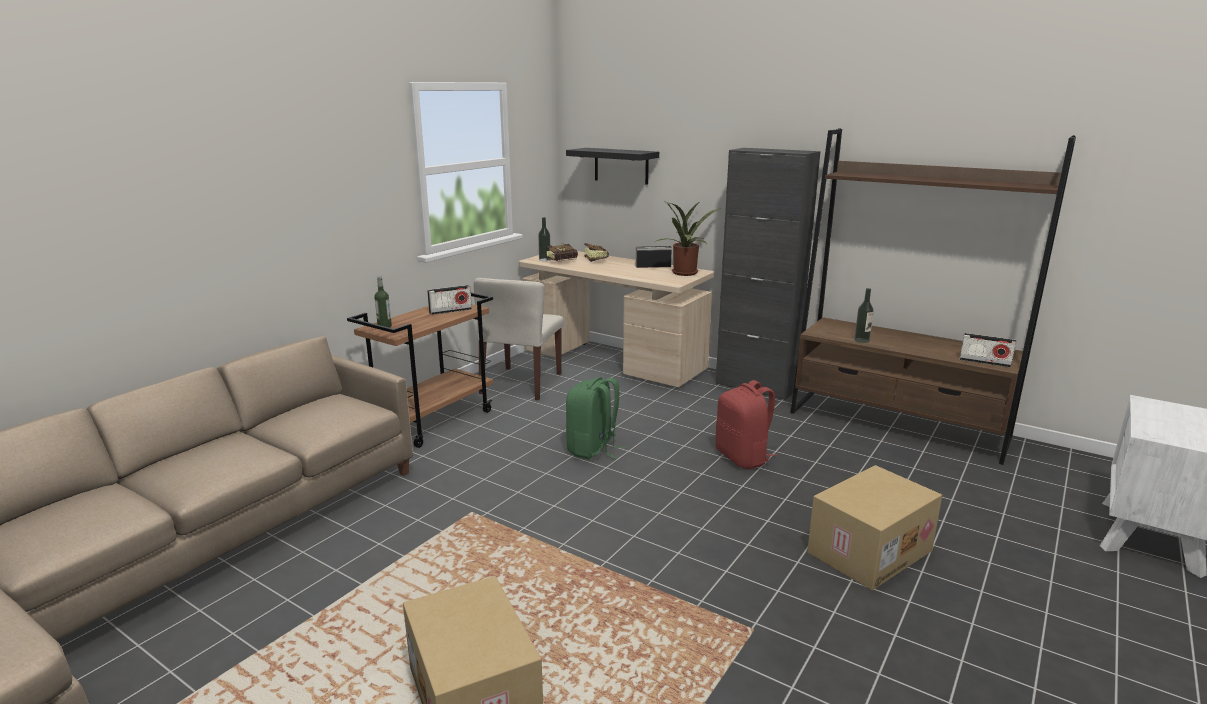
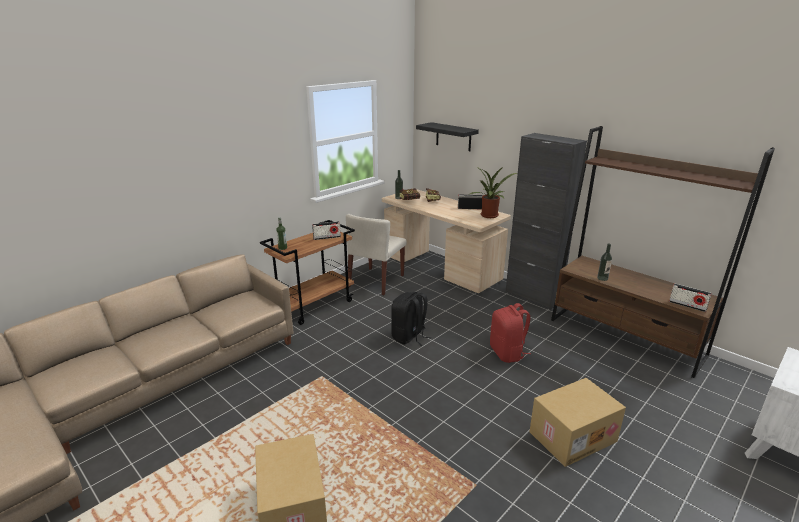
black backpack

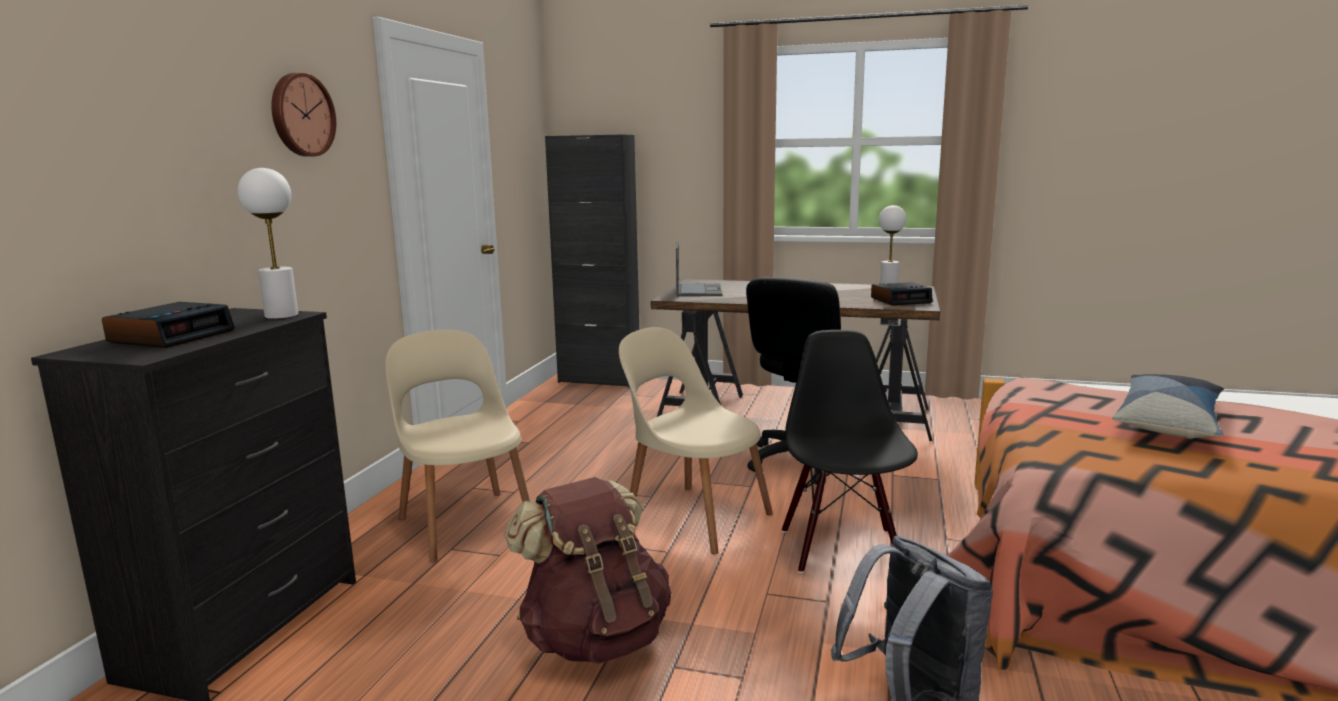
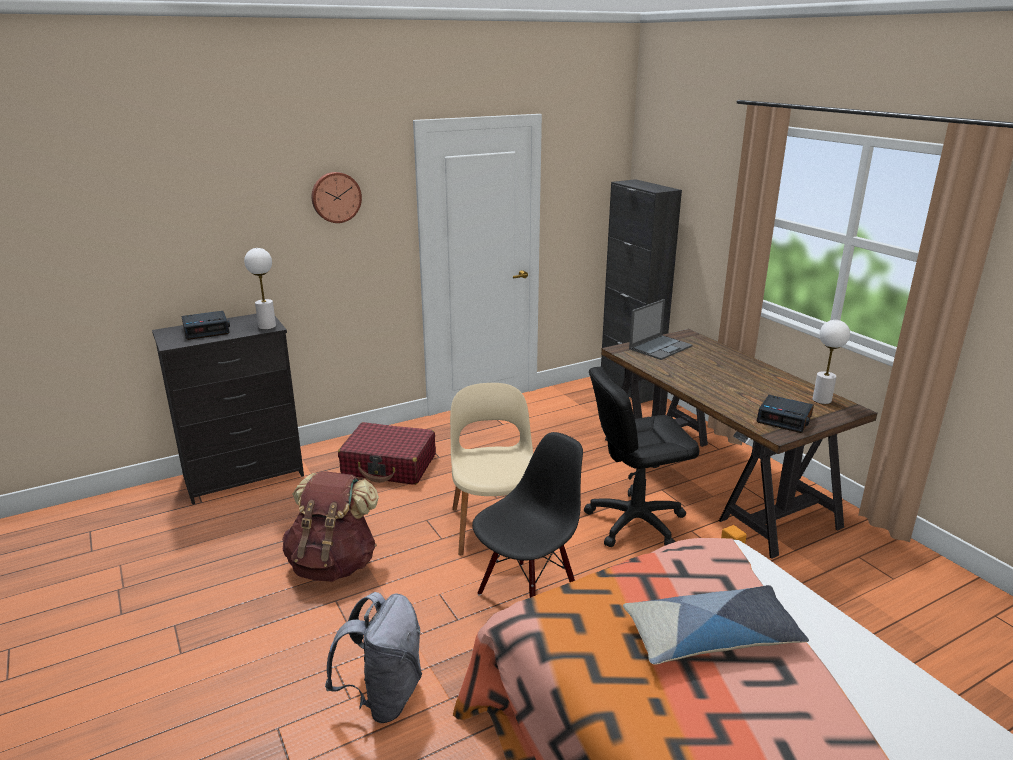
red-coloured travel case

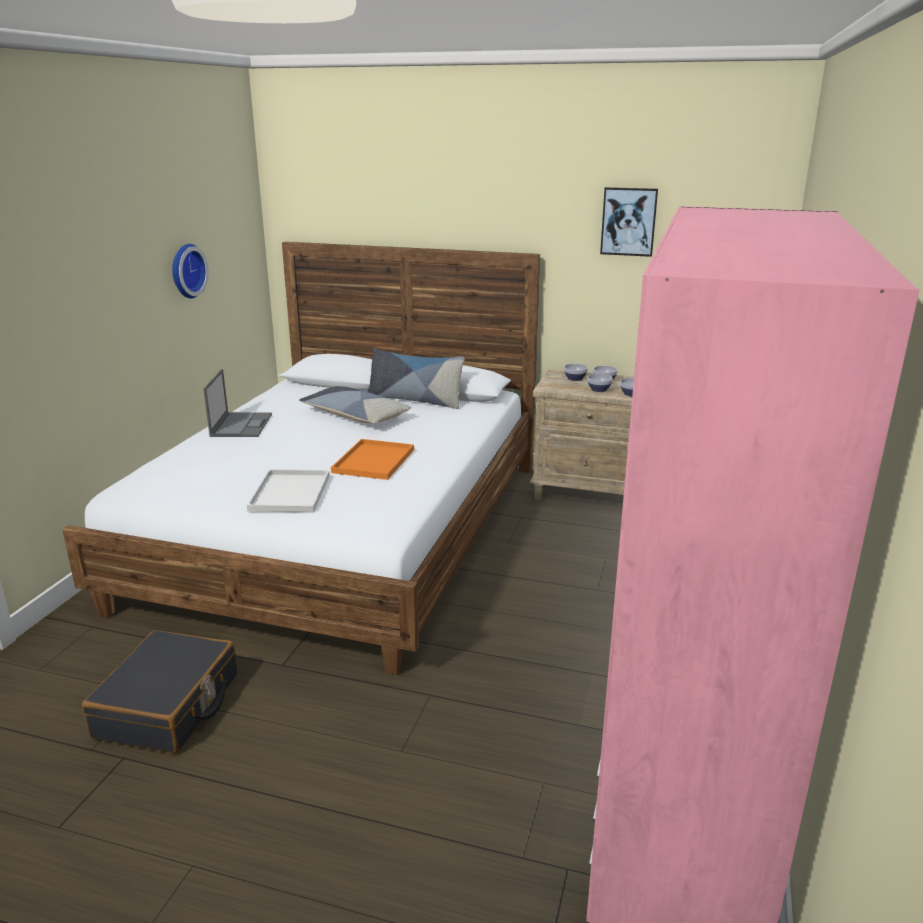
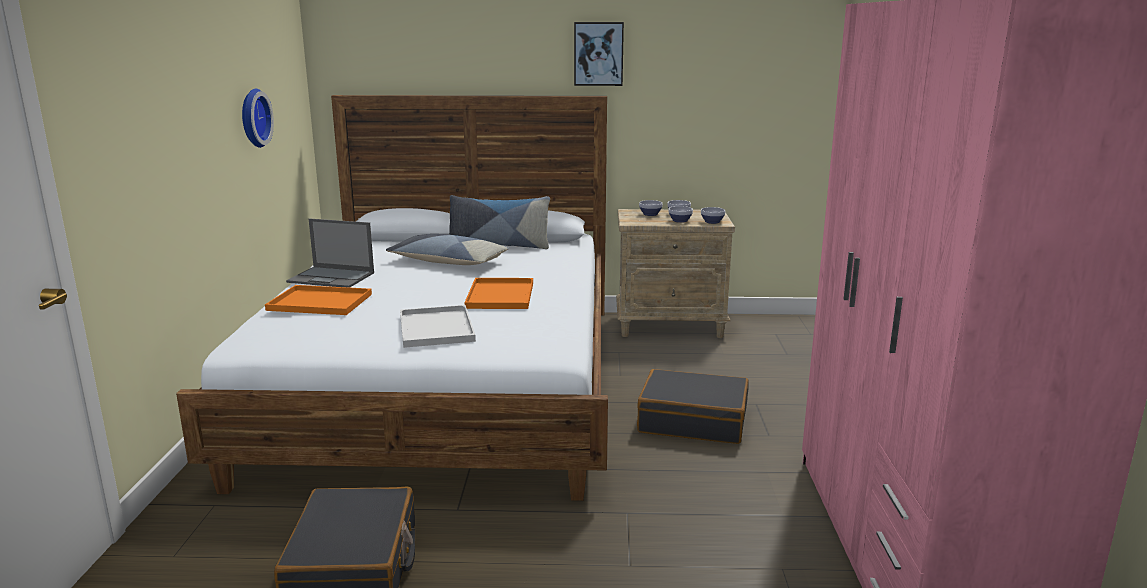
orangey tray (no. 1 from left); laptop; wall art; black travel case (no. 2 from left)

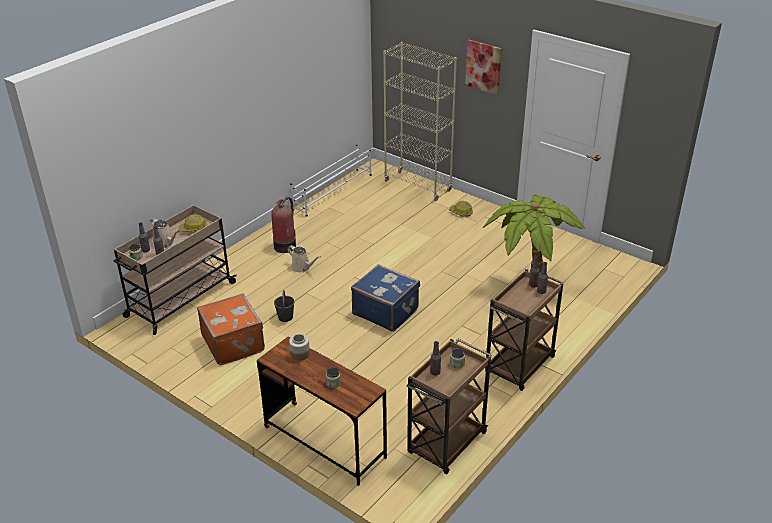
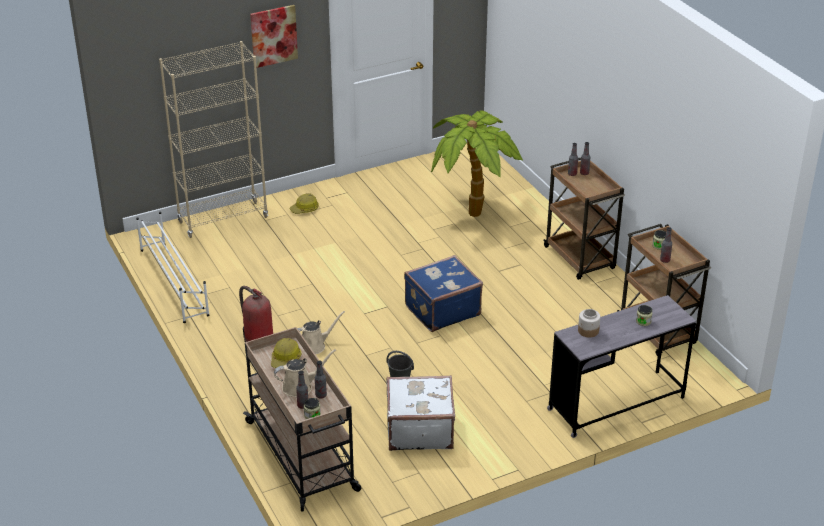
whitish travel case; greyish desk unit

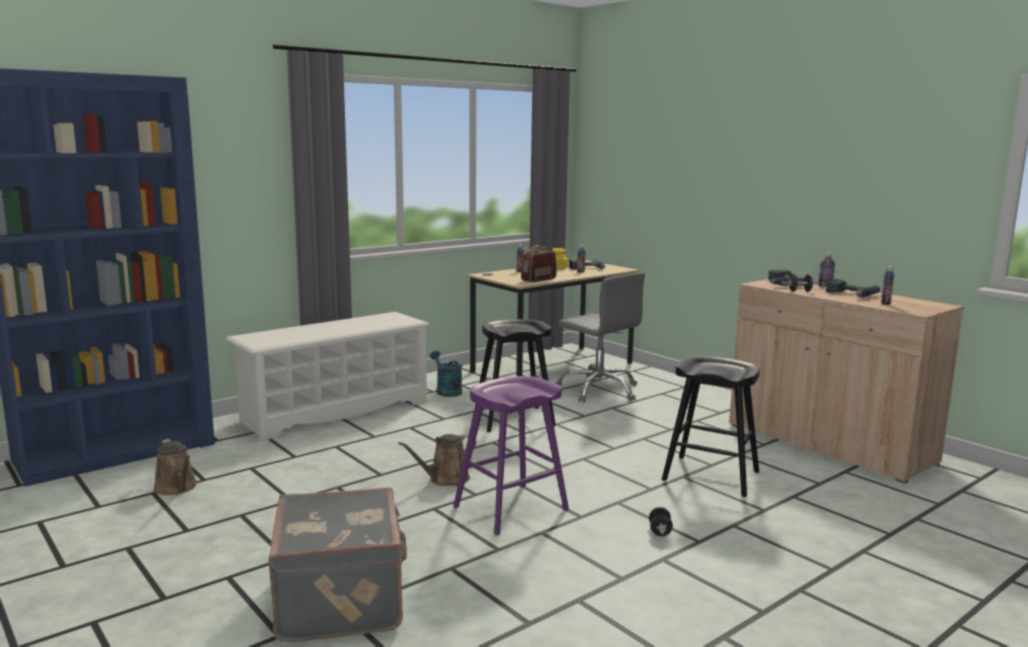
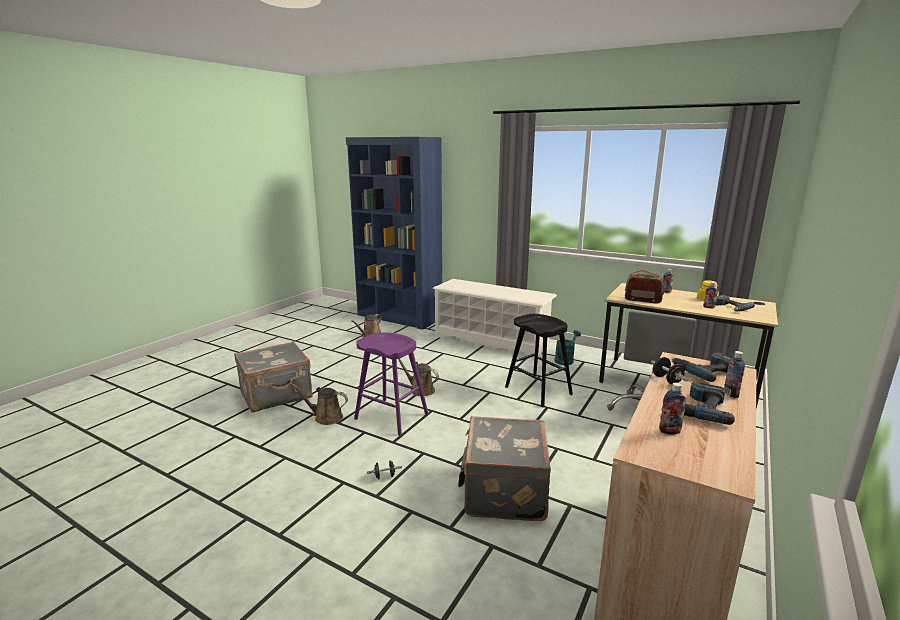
brownish sprinkling can (no. 1 from left); greyish travel case (no. 2 from left)

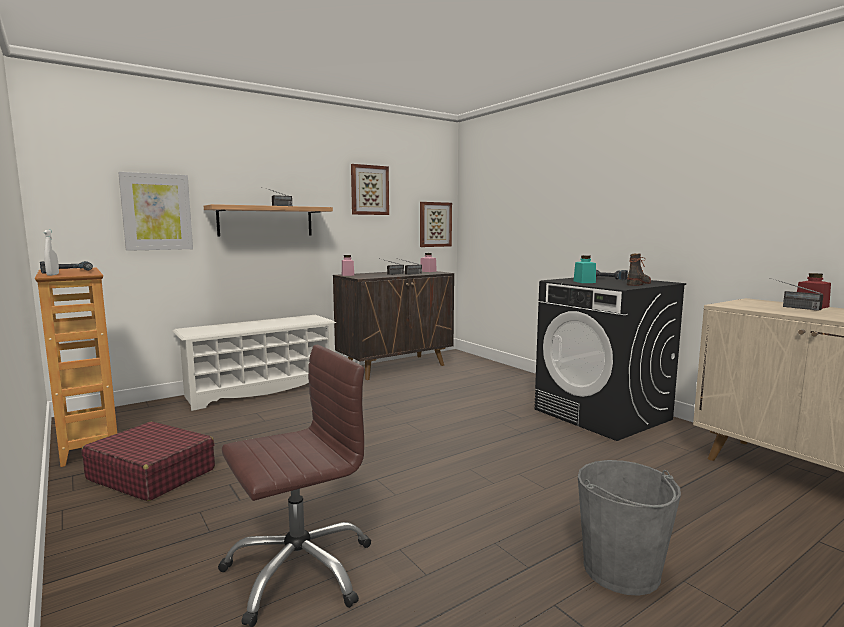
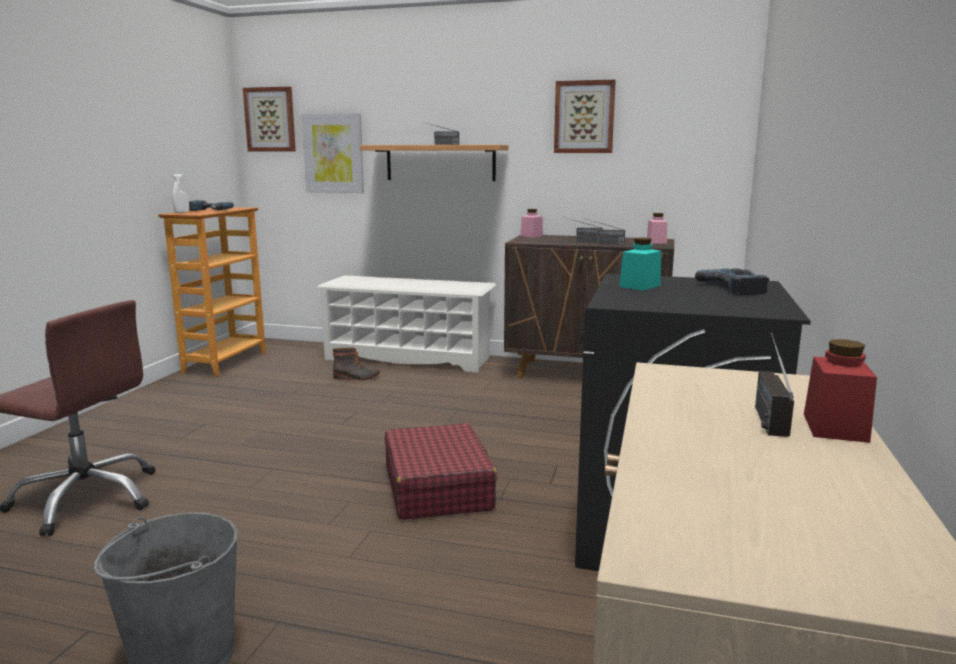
wall art (no. 1 from left); boot; red-coloured travel case

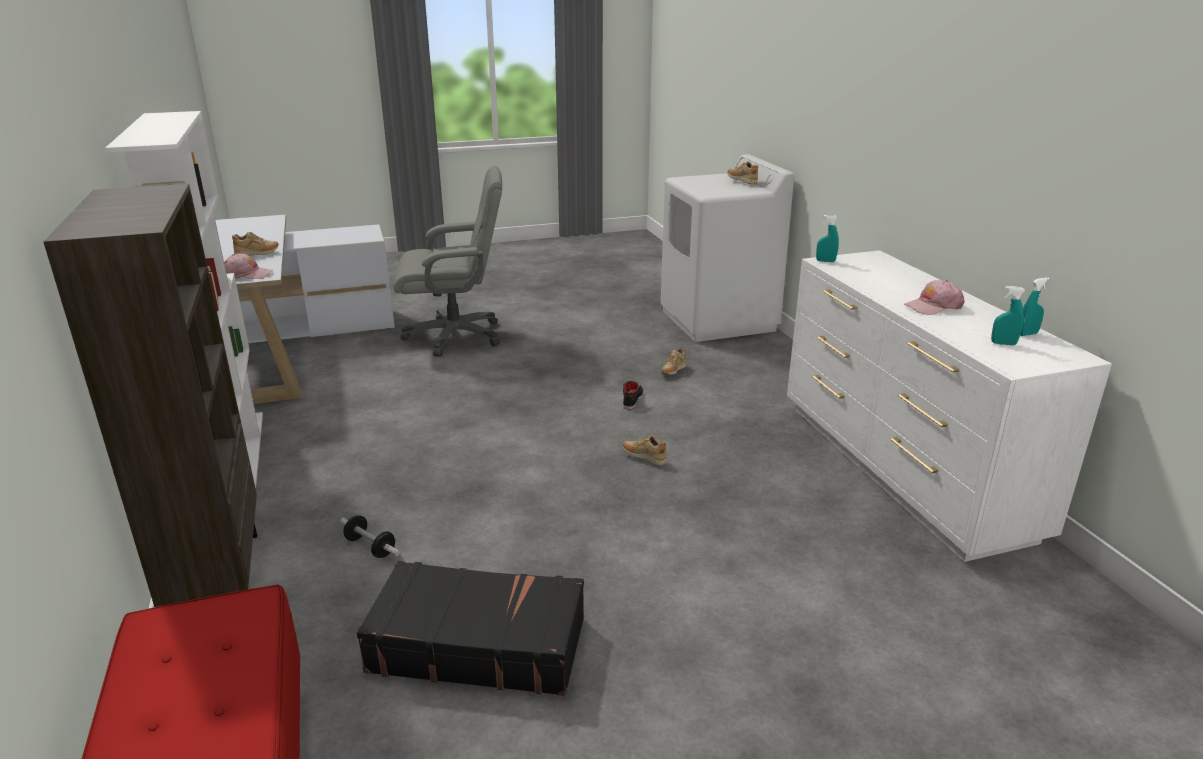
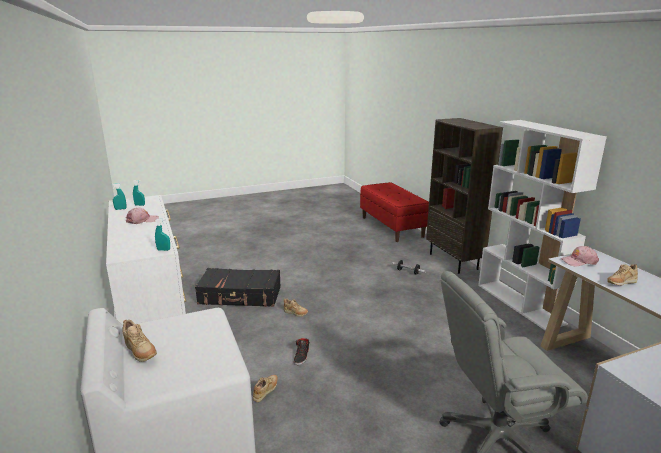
black travel case

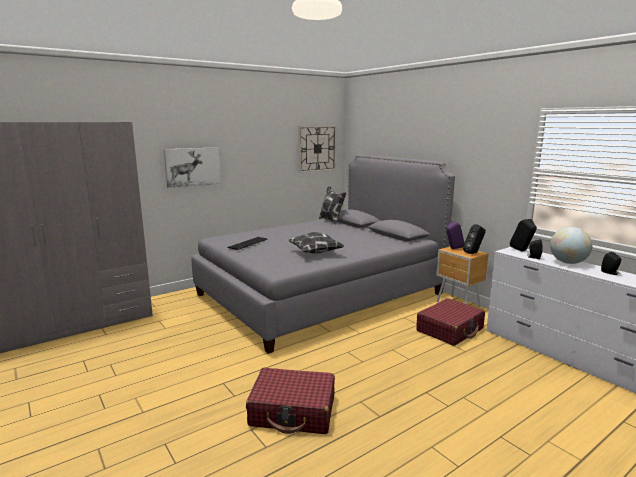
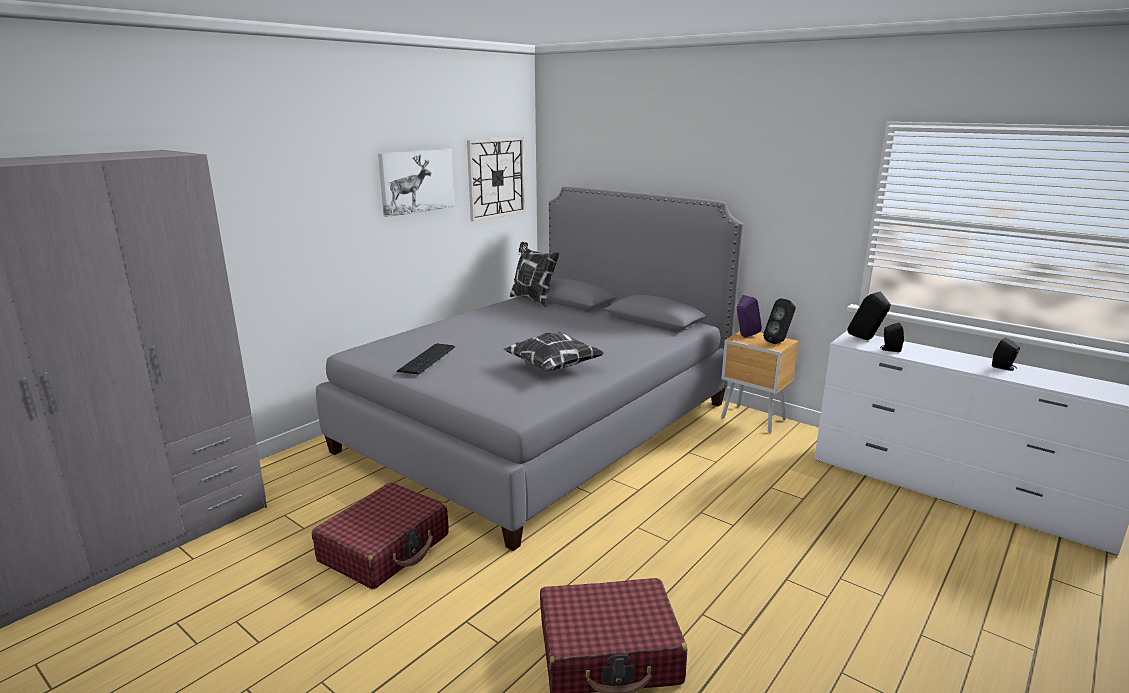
red-coloured travel case (no. 1 from left); wall art; globe

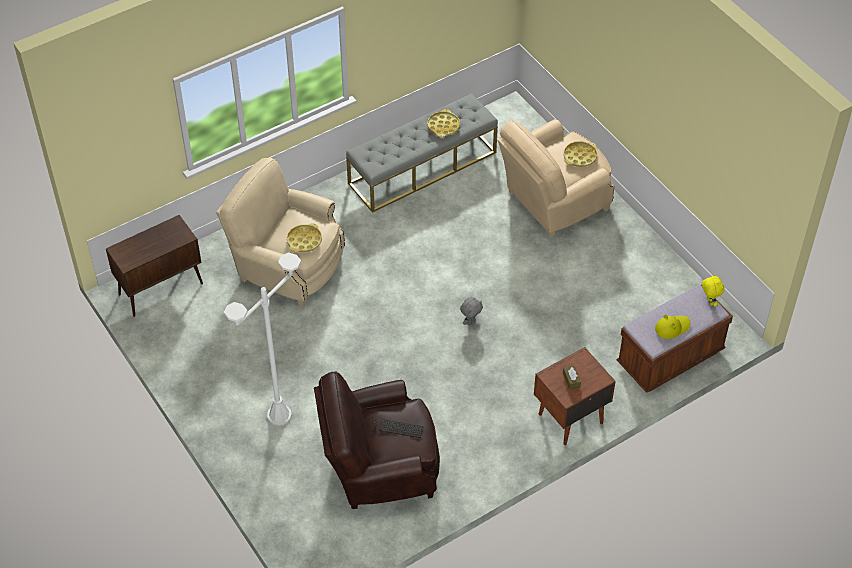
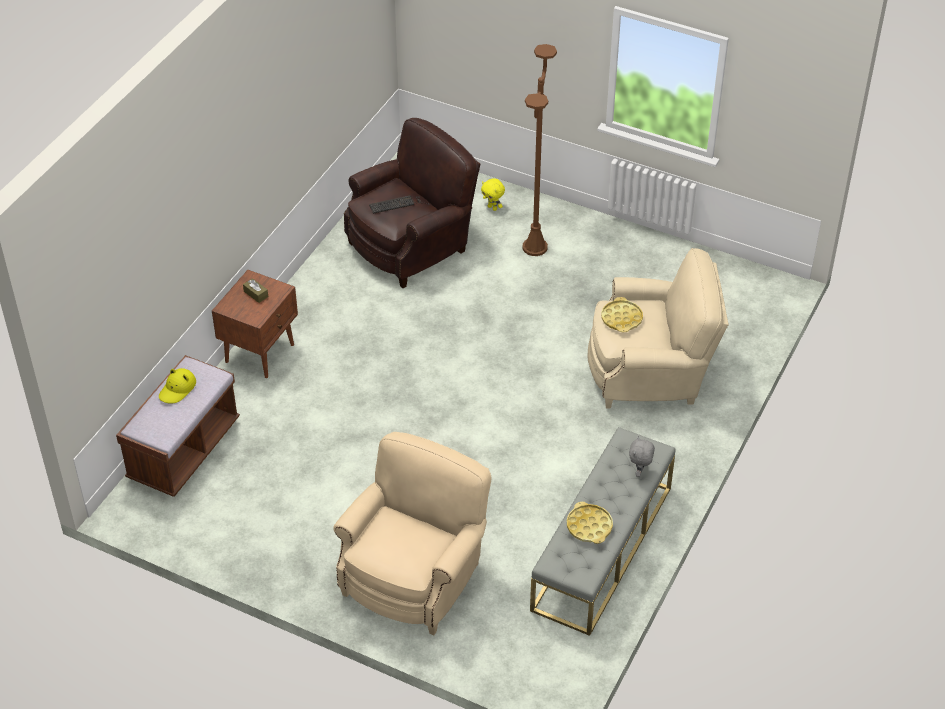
yellow-coloured plush toy; brownish floor lamp; greyish plush toy; brownish cabinet; yellow-coloured tray (no. 3 from left in the first image)

